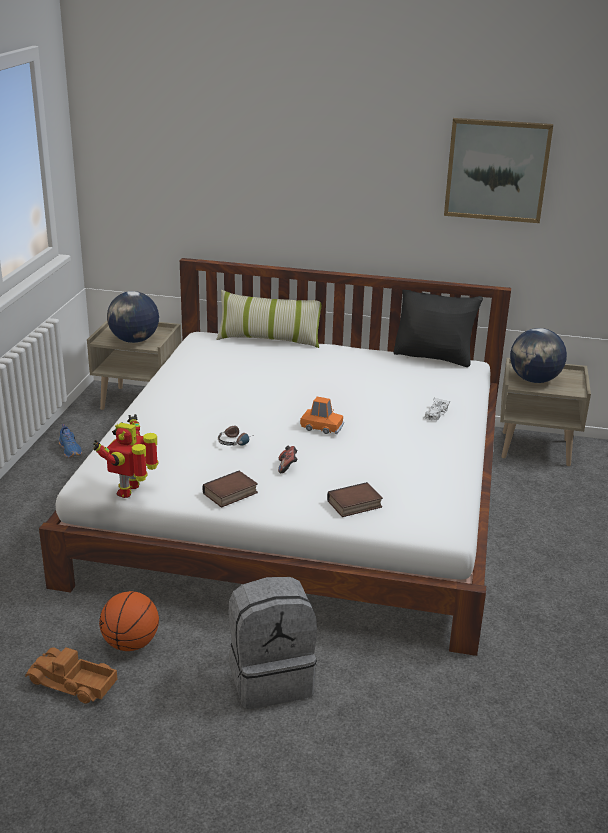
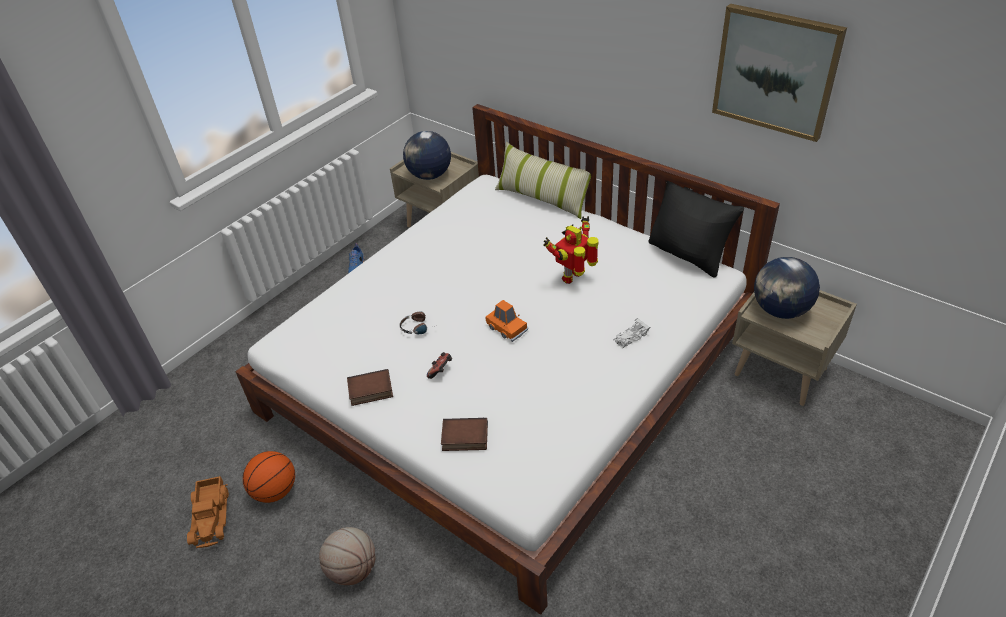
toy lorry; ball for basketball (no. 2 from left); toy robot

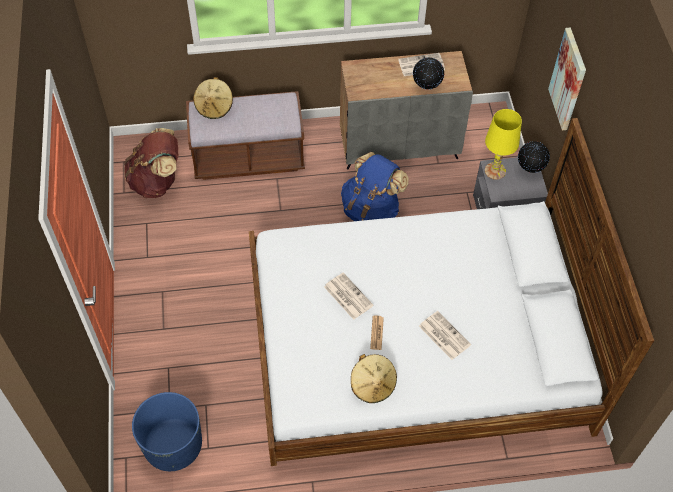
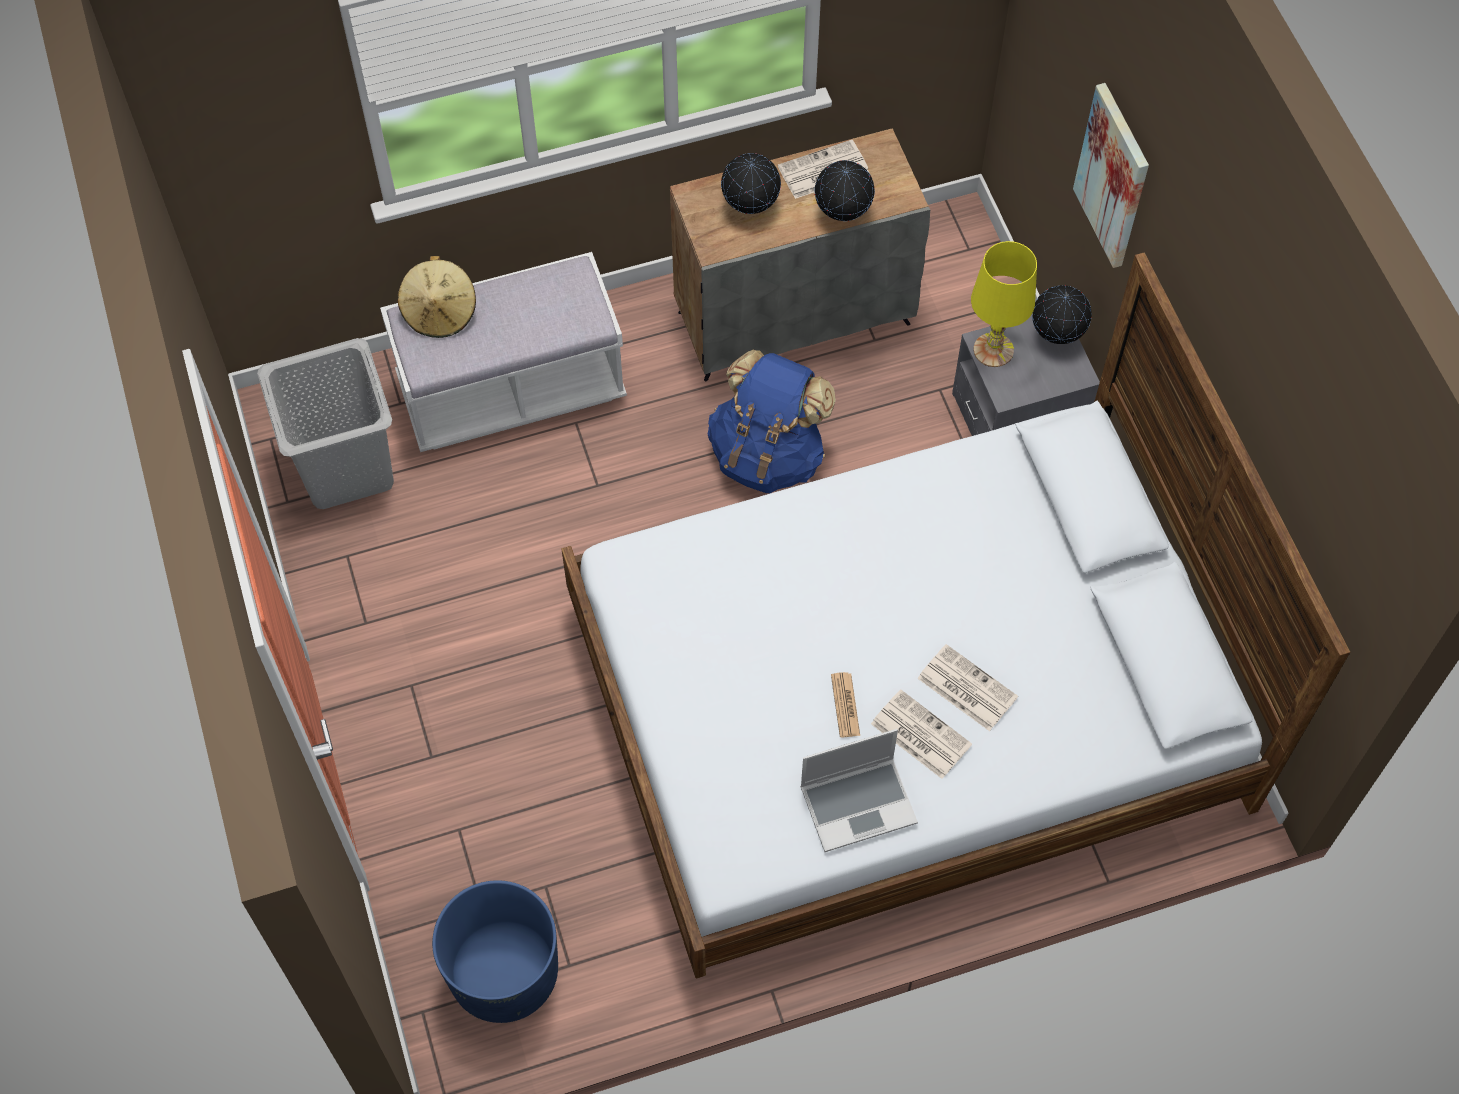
greyish hamper; whitish long seat; globe (no. 1 from left); laptop; newspaper (no. 3 from left)

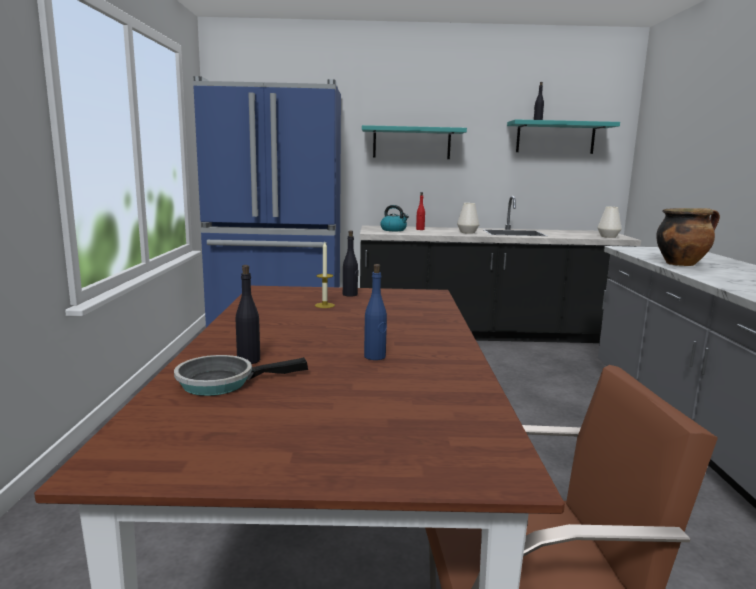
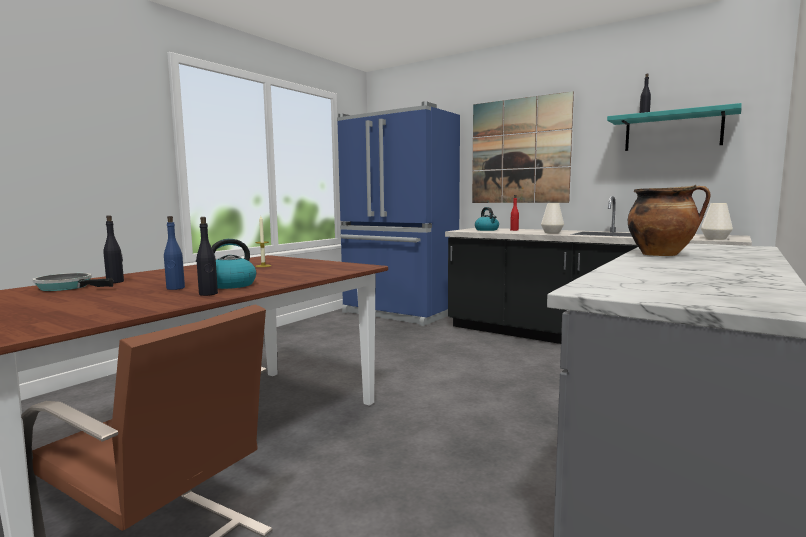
black drink bottle (no. 2 from left); kettle (no. 1 from left); wall art

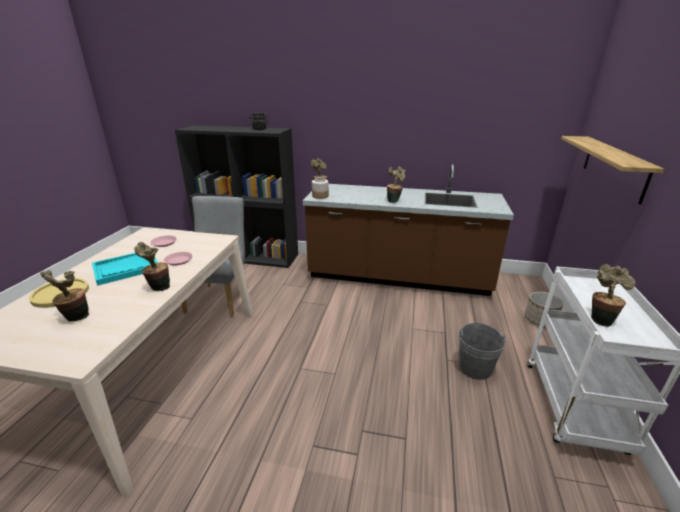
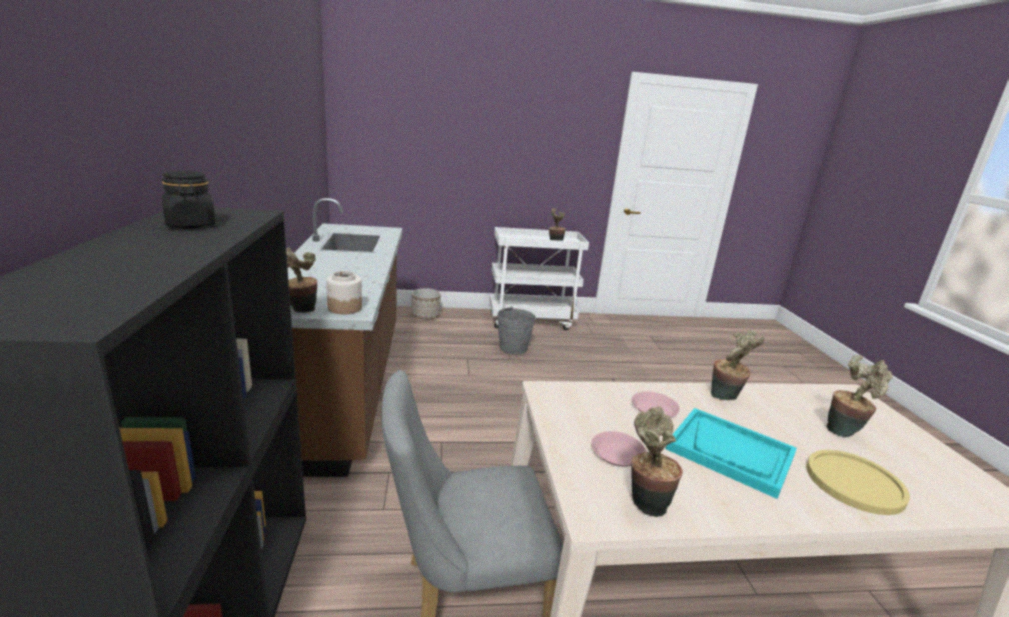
potted plant (no. 3 from left); wall shelf

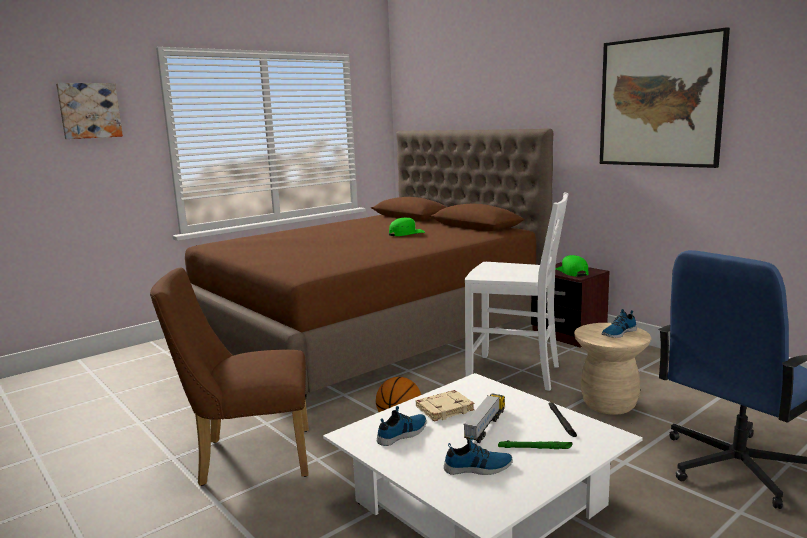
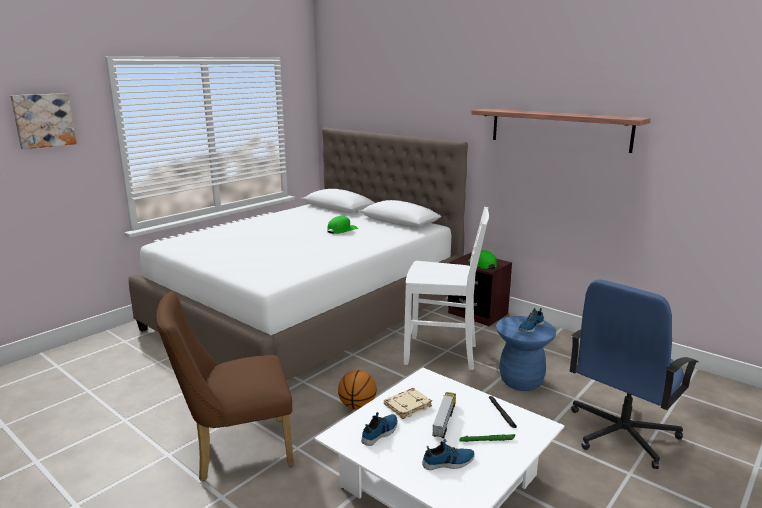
whitish bed; wall shelf; blue-coloured sitting stool

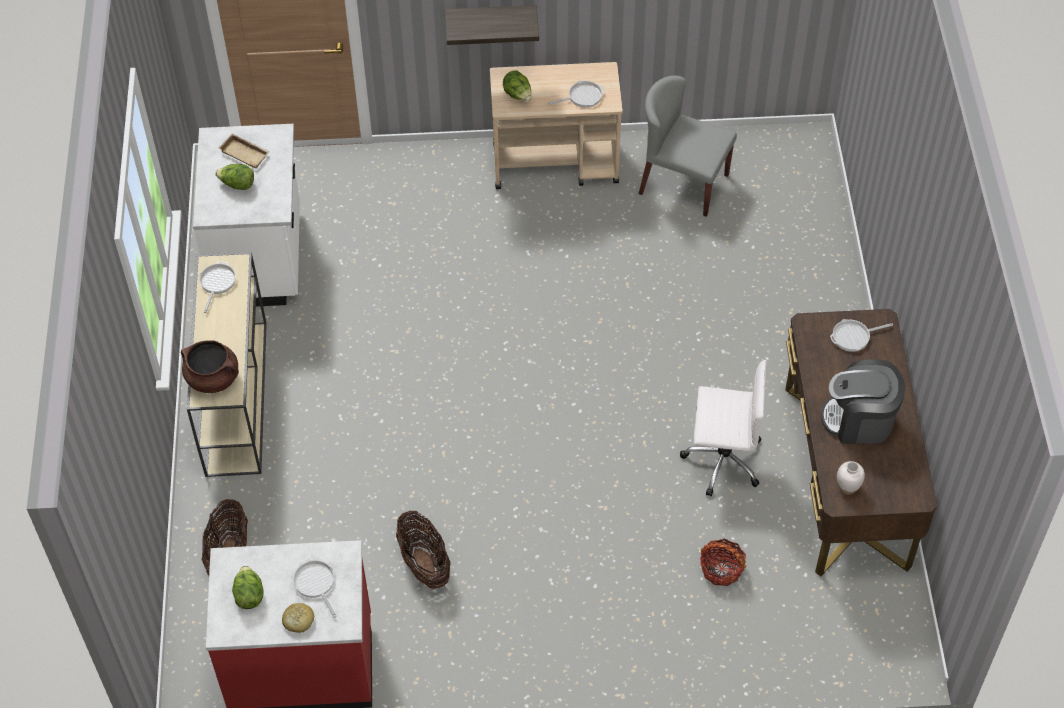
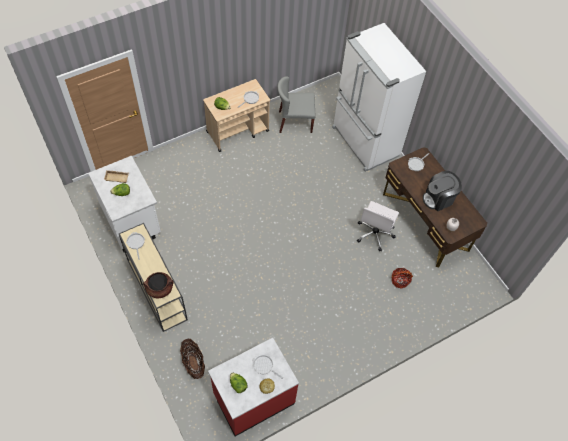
whitish fridge; whitish office chair; household basket (no. 2 from left in the first image); wall shelf

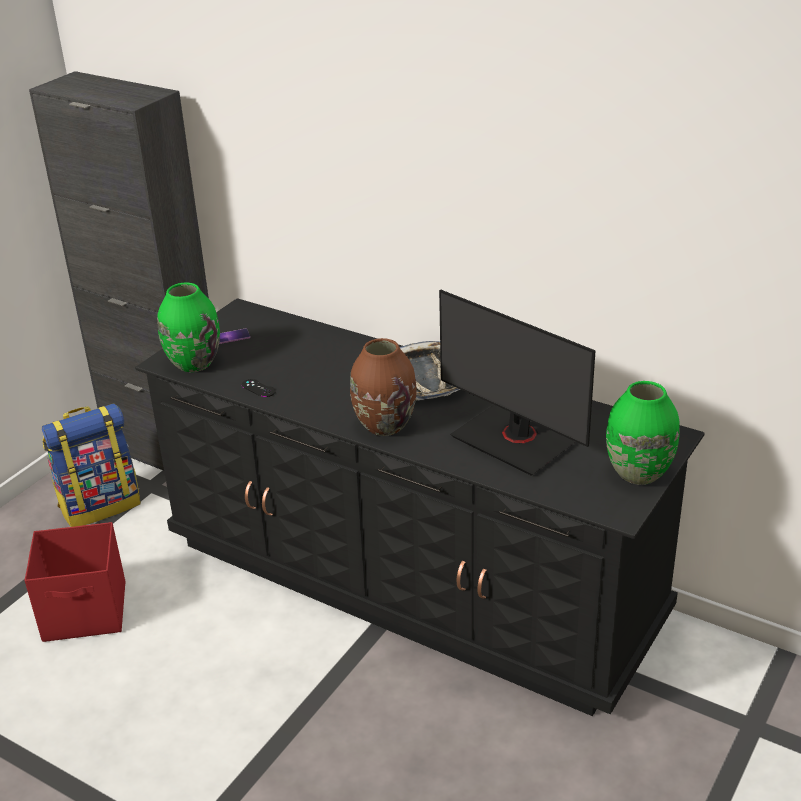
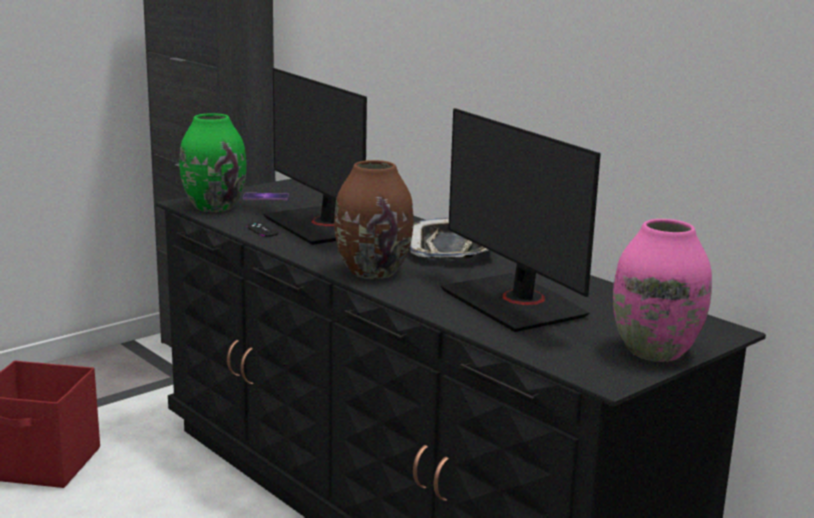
computer screen (no. 1 from left); pink-coloured decorative vase; backpack

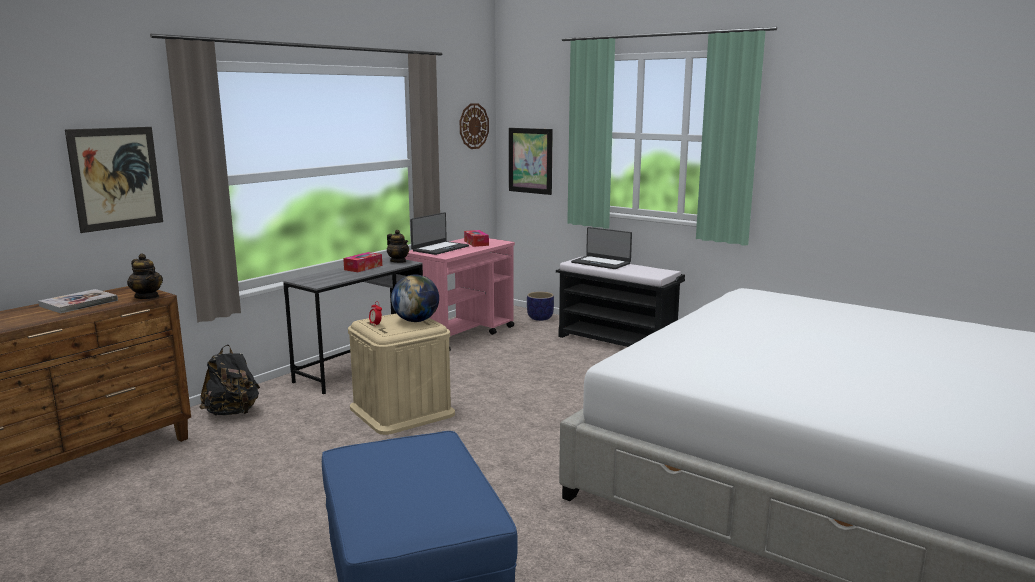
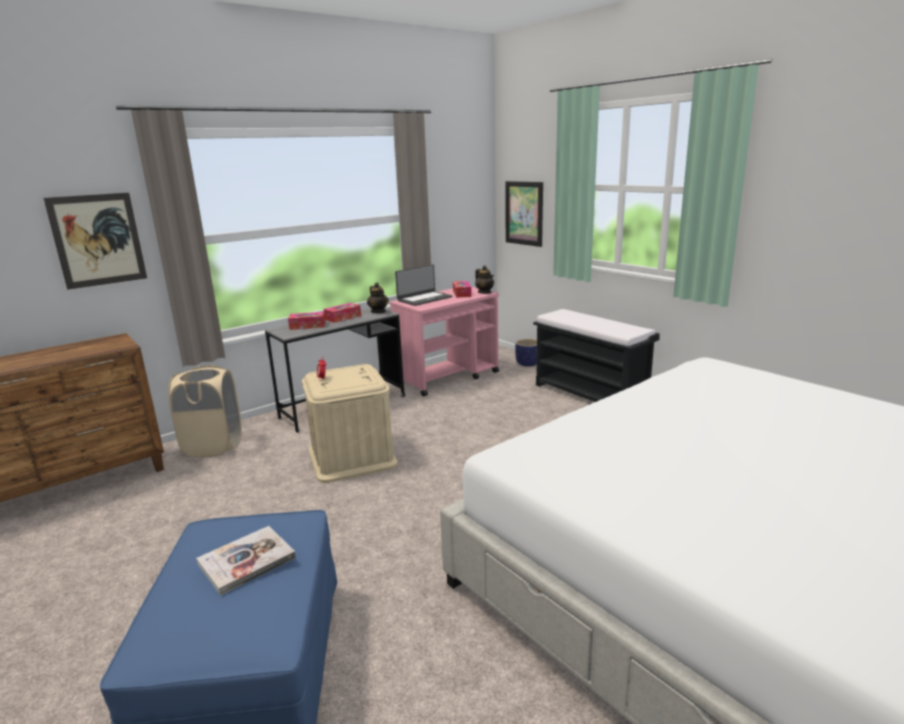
beige-coloured hamper; bound book; tissue holder (no. 1 from left); pot for tea (no. 2 from left); globe; wall clock; laptop (no. 2 from left in the first image)

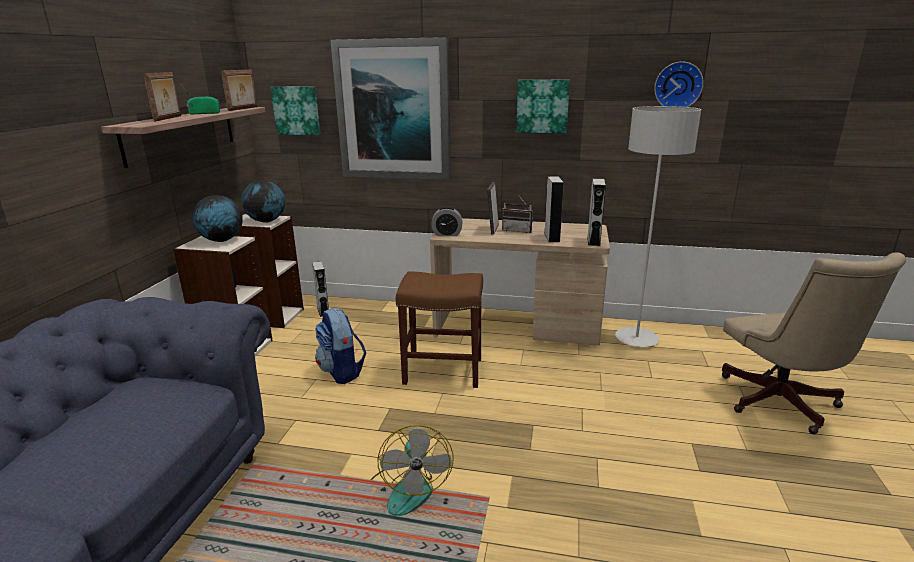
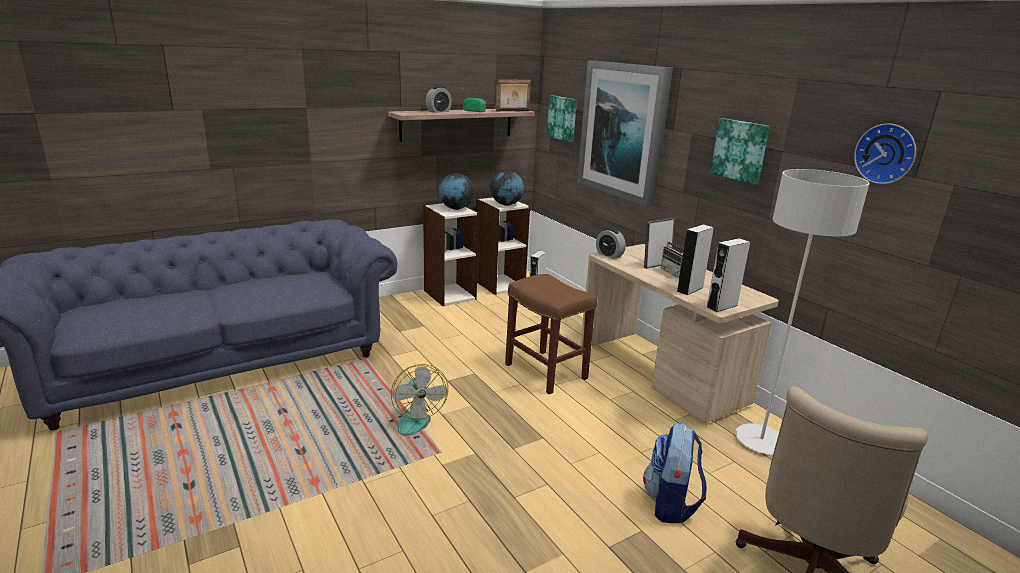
electric fan; bedside clock (no. 1 from left); backpack

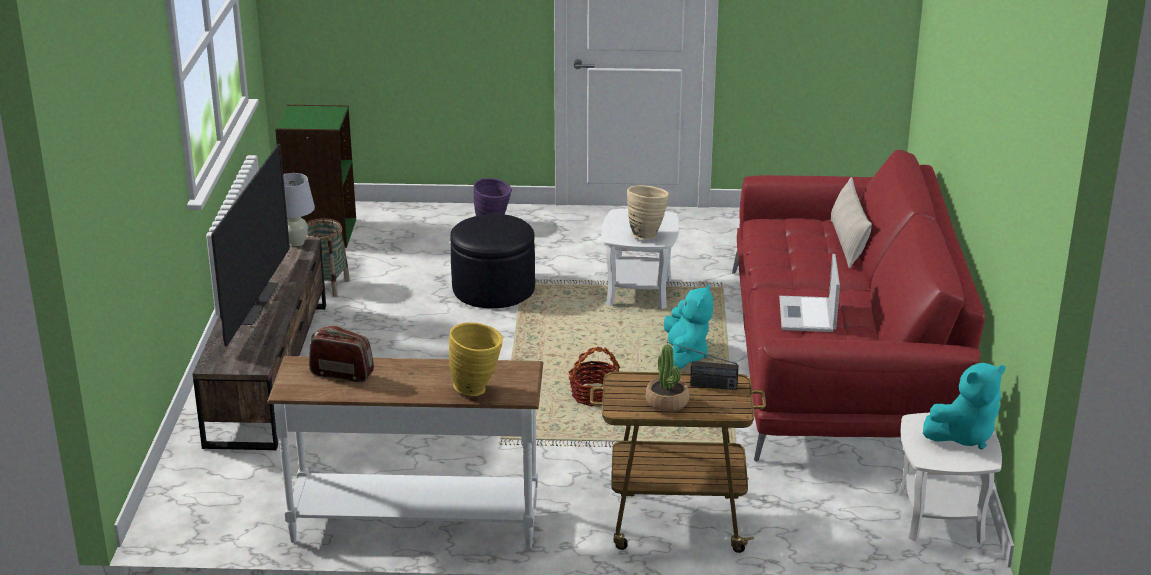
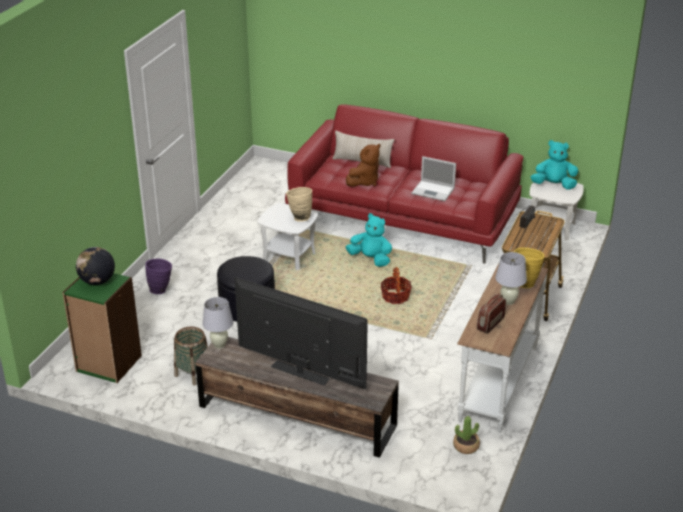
globe; brownish plush toy; potted plant; whitish table lamp (no. 2 from left); turquoise-coloured plush toy (no. 2 from left)

